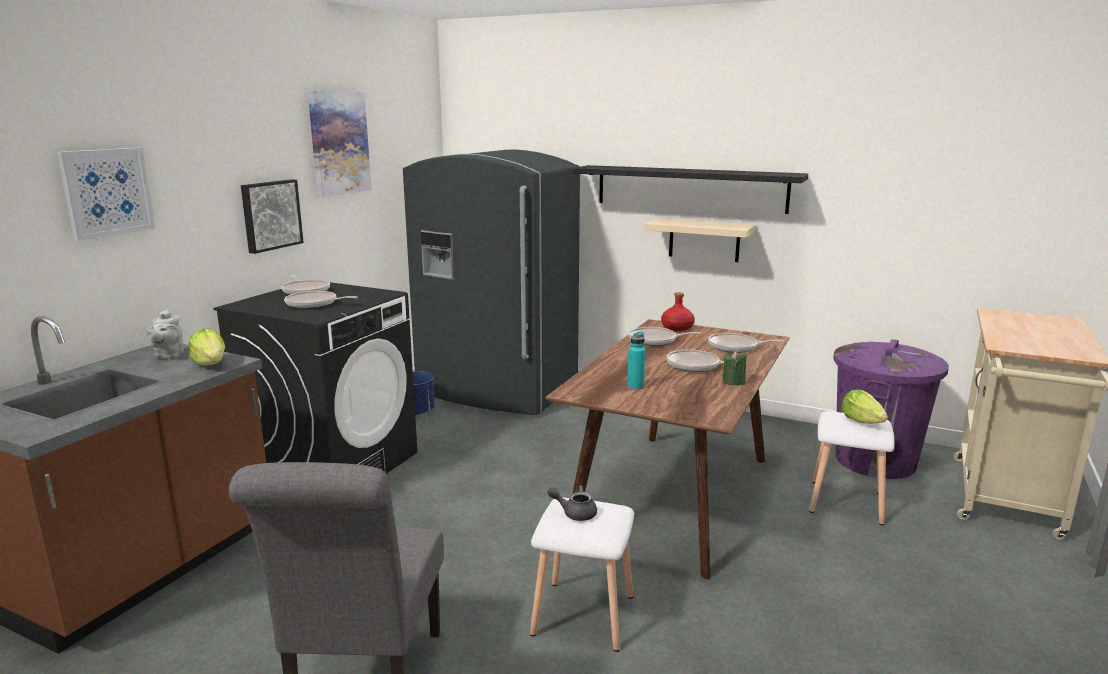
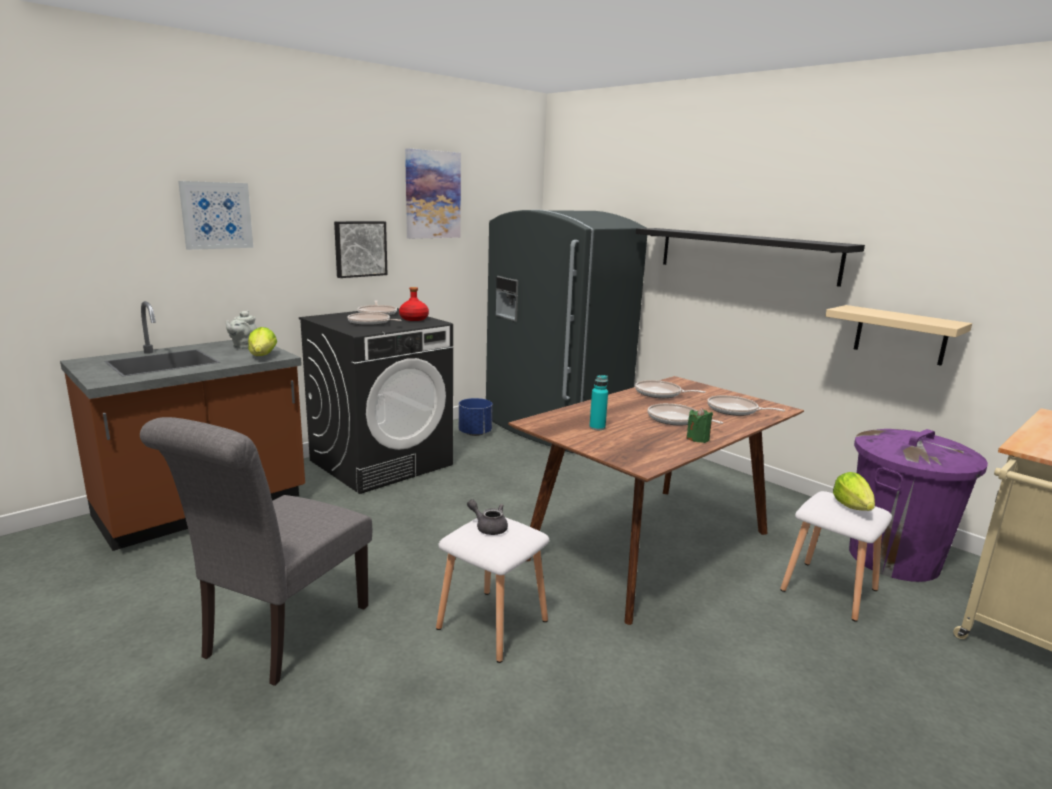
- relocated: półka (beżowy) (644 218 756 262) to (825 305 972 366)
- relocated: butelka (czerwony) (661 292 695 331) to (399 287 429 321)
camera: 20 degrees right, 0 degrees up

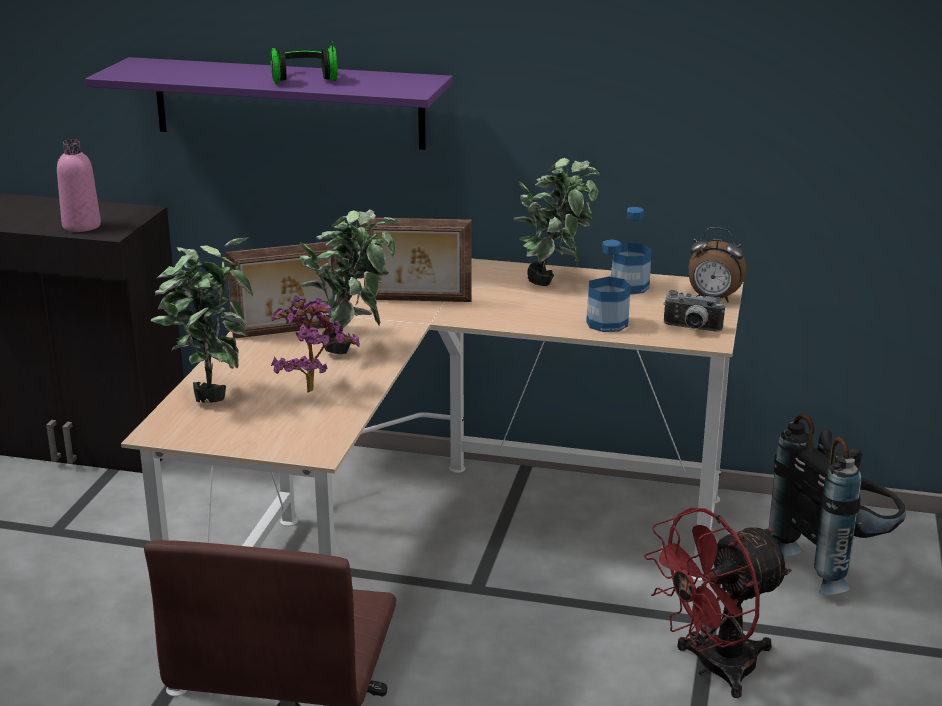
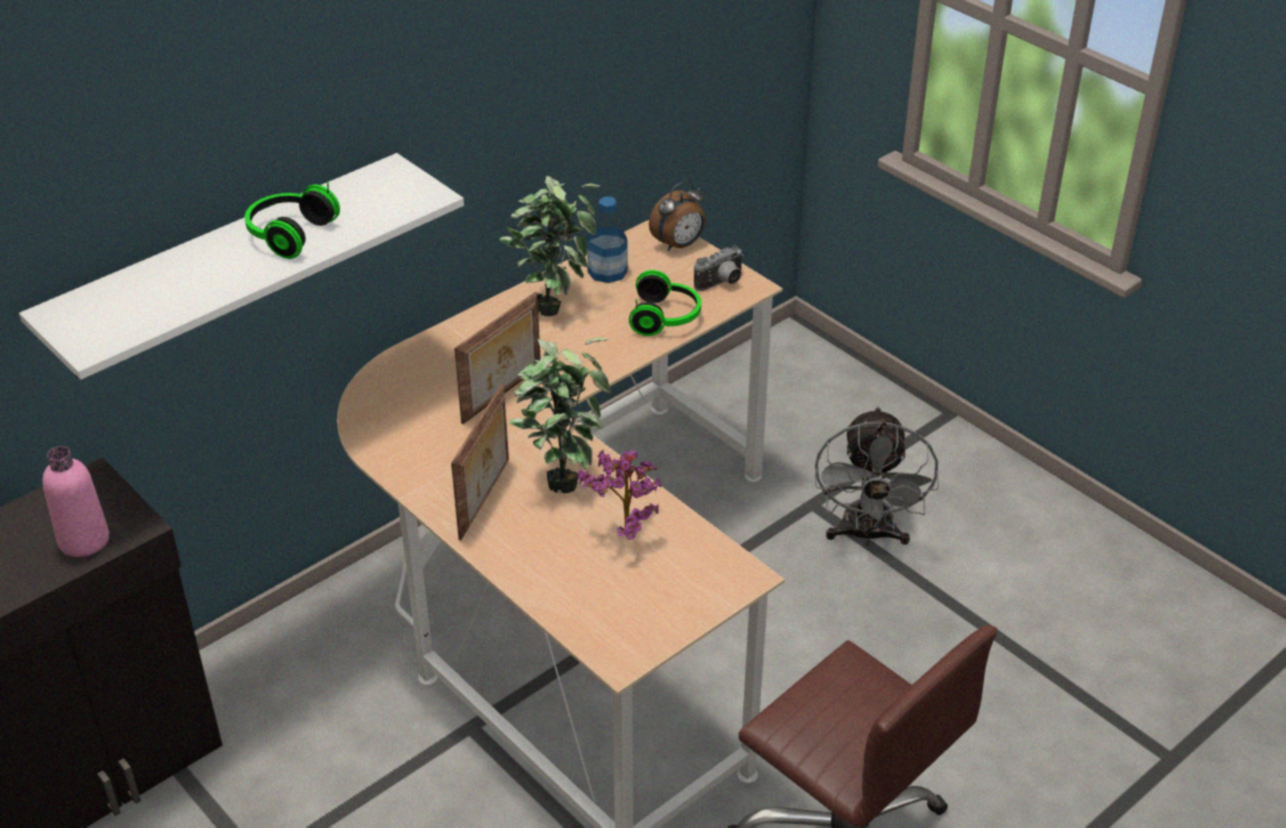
- colour: półka (fioletowy) (85 57 453 150) to półka (biały) (19 153 464 380)
- missing: roślina doniczkowa (151 237 253 403)
- exchanged: butelka (586 240 631 332) to słuchawki (629 270 701 336)
- colour: wentylator (czerwony) (644 507 792 698) to wentylator (szary) (815 406 939 546)
- missing: plecak (czarny) (769 414 906 595)
camera: 55 degrees left, 15 degrees up

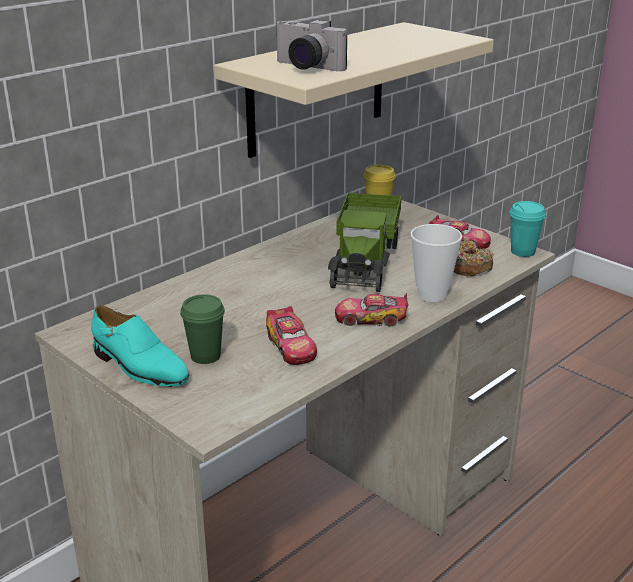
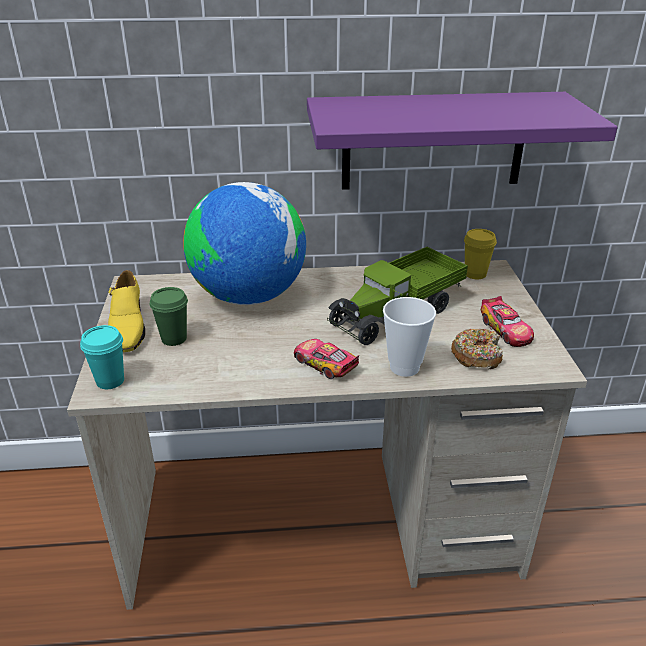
- colour: but (turkusowy) (91 305 189 387) to but (żółty) (108 270 145 352)
- colour: półka (beżowy) (214 22 494 158) to półka (fioletowy) (307 92 618 190)
- missing: samochodzik (266 306 317 365)
- missing: aparat fotograficzny (275 20 347 71)
- relocated: filiżanka (turkusowy) (509 201 546 257) to (80 325 124 389)
- appeared: globus (183 182 306 305)
camera: 40 degrees right, 5 degrees up

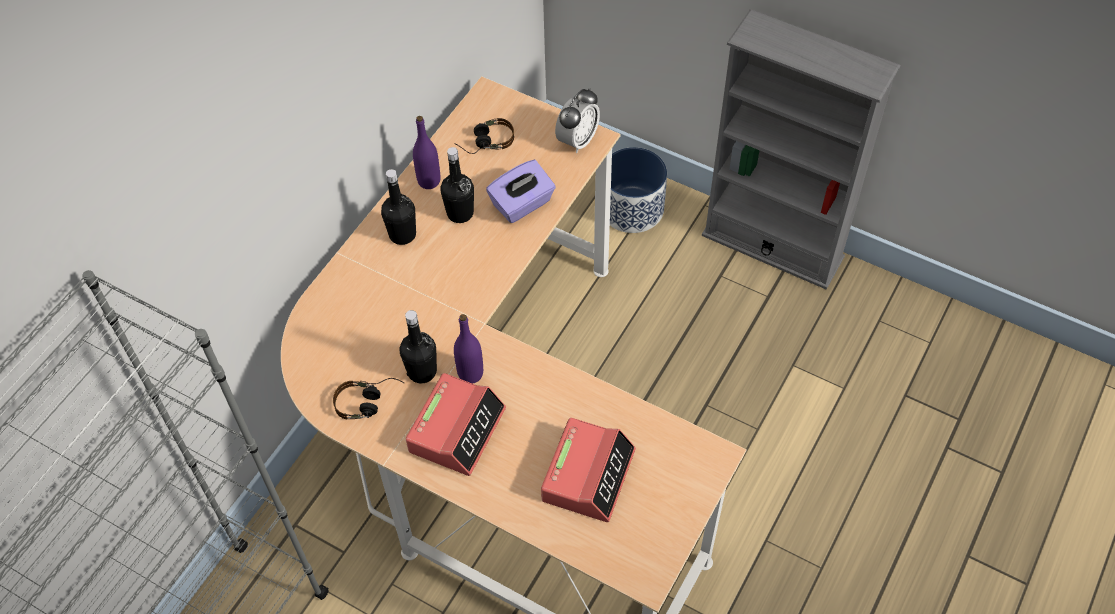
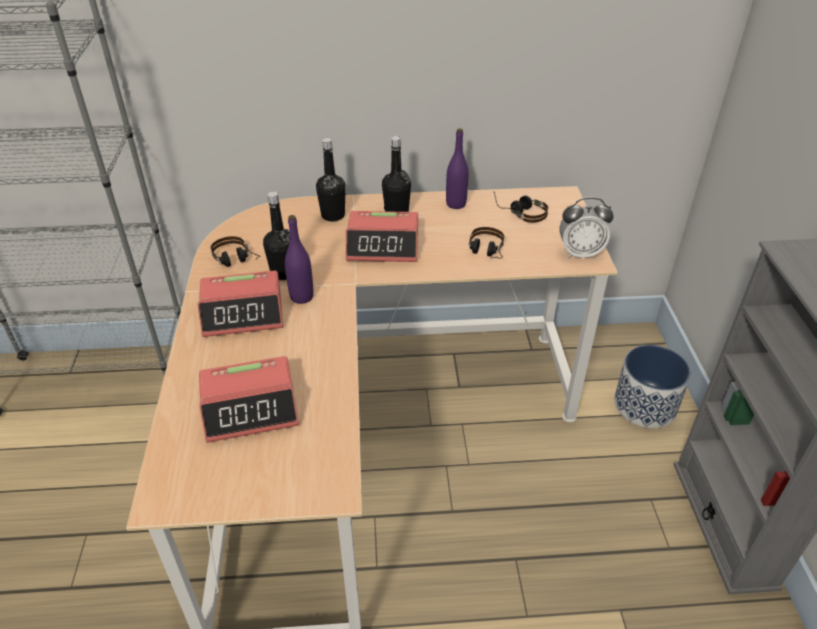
- relocated: butelka (czarny) (440 147 474 223) to (316 138 346 221)
- exchanged: pudełko chusteczek (fioletowy) (486 160 556 223) to słuchawki (469 227 504 258)
- appeared: budzik (346 211 418 262)
camera: 55 degrees right, 15 degrees down

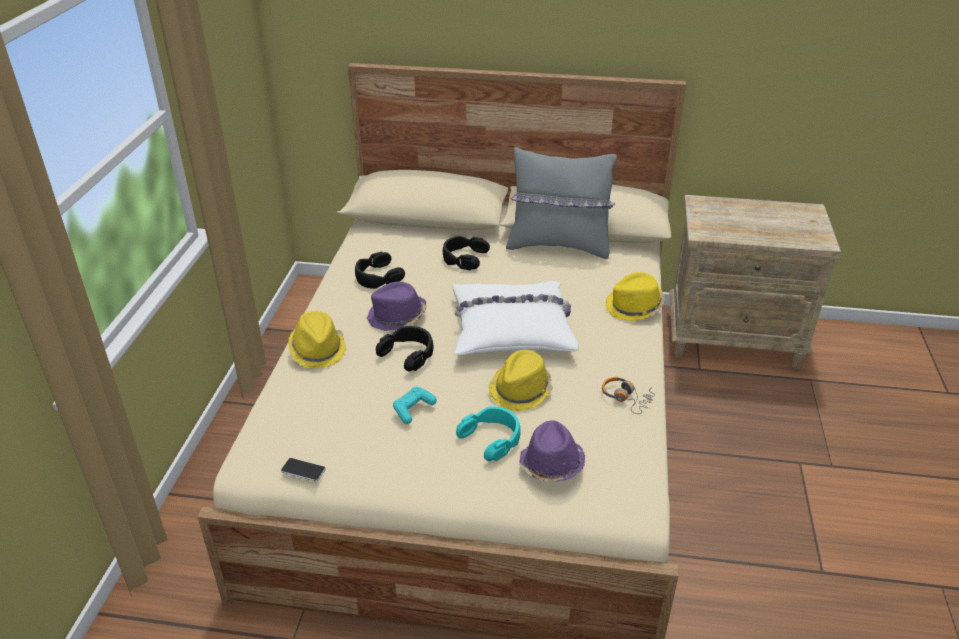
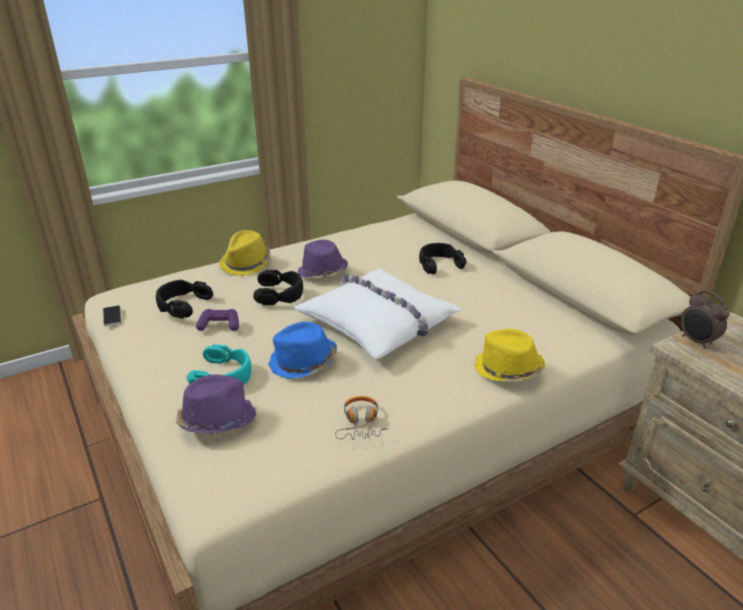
- relocated: słuchawki (czarny) (355 252 405 289) to (156 280 213 319)
- colour: pad do gier (turkusowy) (393 387 437 424) to pad do gier (fioletowy) (196 309 239 331)
- colour: kapelusz (żółty) (489 350 553 412) to kapelusz (niebieski) (268 322 337 379)
- missing: poduszka (szary) (506 147 617 259)
- appeared: budzik (680 290 730 349)
camera: 50 degrees right, 5 degrees down

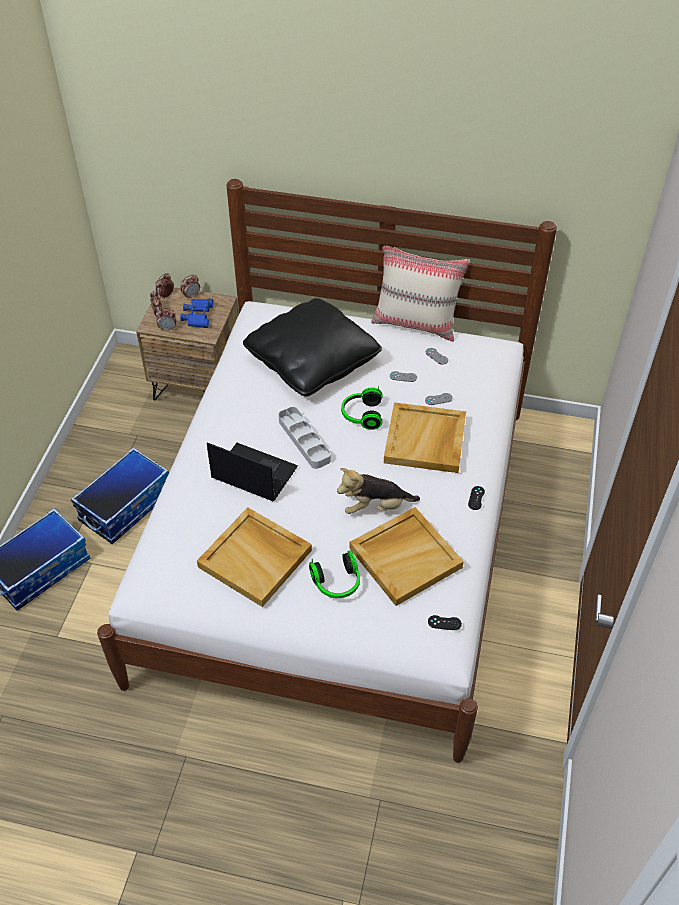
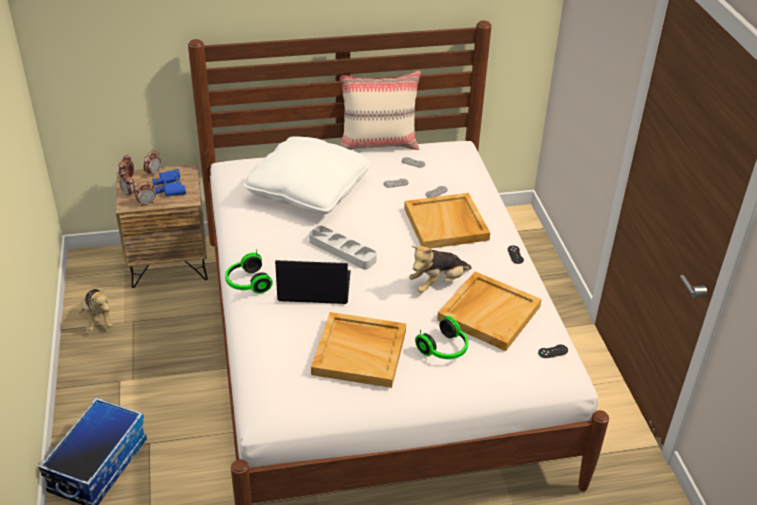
- missing: pojemnik do przechowywania (71 447 169 544)
- colour: poduszka (czarny) (243 298 382 397) to poduszka (biały) (243 137 372 214)
- relocated: słuchawki (341 386 383 430) to (225 249 273 293)
- appeared: pluszak (78 288 112 331)
camera: 25 degrees left, 10 degrees down

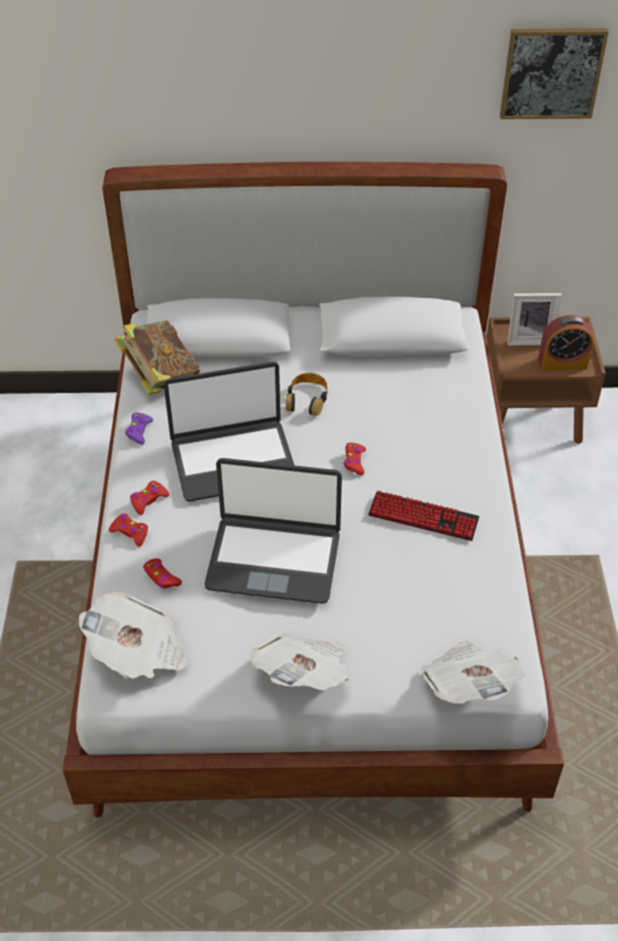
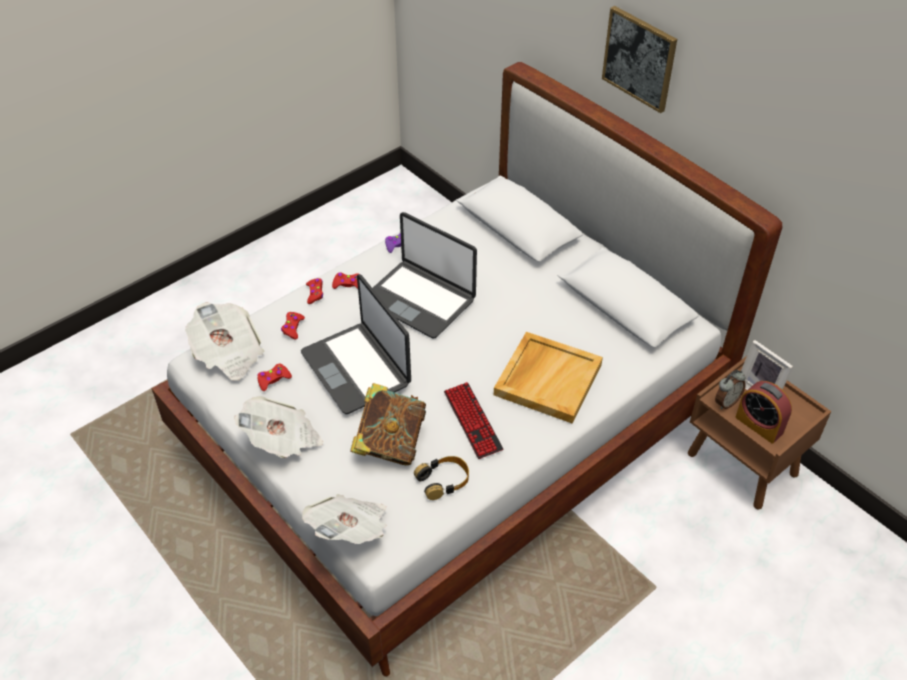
- relocated: książka (114 320 200 395) to (350 383 426 465)
- relocated: słuchawki (286 373 328 416) to (414 456 469 500)
- relocated: pad do gier (czerwony) (344 443 366 475) to (257 363 292 391)
- relocated: obraz (500 28 609 119) to (602 6 677 113)
- appeared: taca (beżowy) (494 332 603 424)
- appeared: budzik (715 370 746 409)
camera: 50 degrees right, 0 degrees up

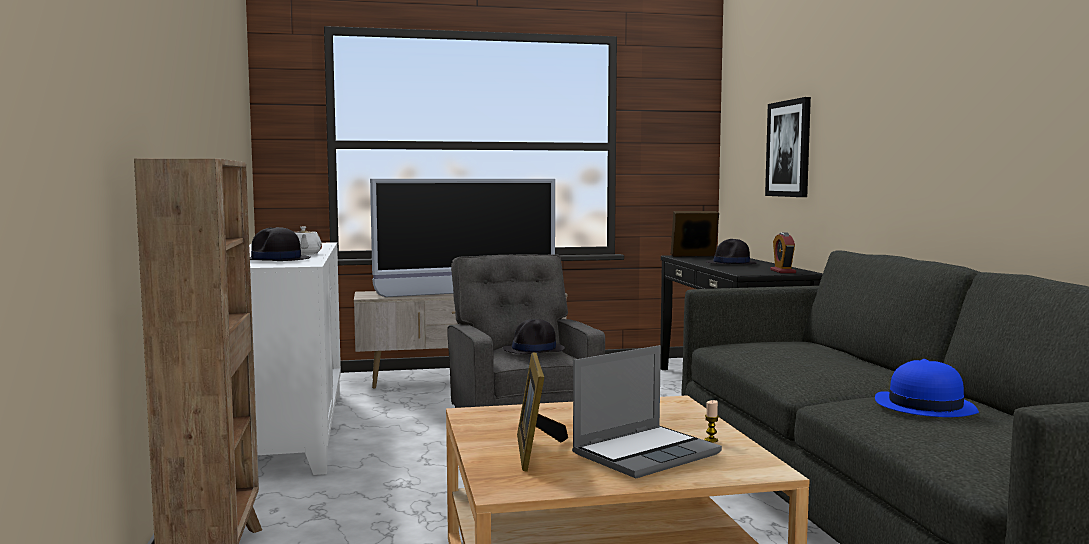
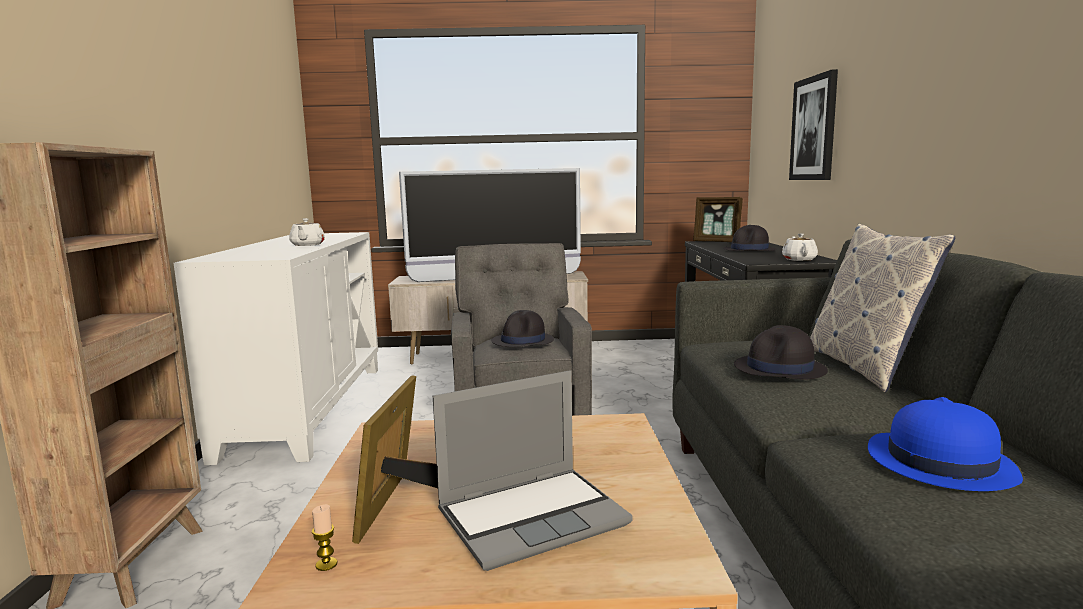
- relocated: kapelusz (czarny) (250 227 311 261) to (734 325 828 380)
- spun: ramka na zdjęcie (671 211 719 257) = (693 197 743 242) 150 degrees counterclockwise
- relocated: świeca (704 400 719 443) to (312 504 337 571)
- exchanged: budzik (770 233 796 273) to imbryk (biały) (782 234 818 261)
- appeared: poduszka (810 224 955 393)
camera: 10 degrees right, 5 degrees up

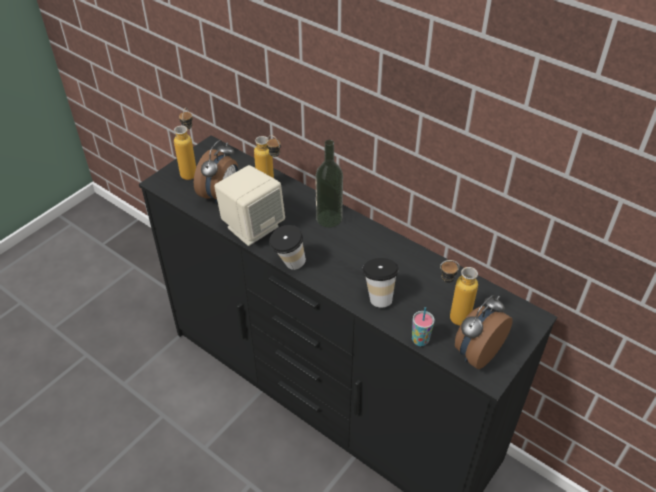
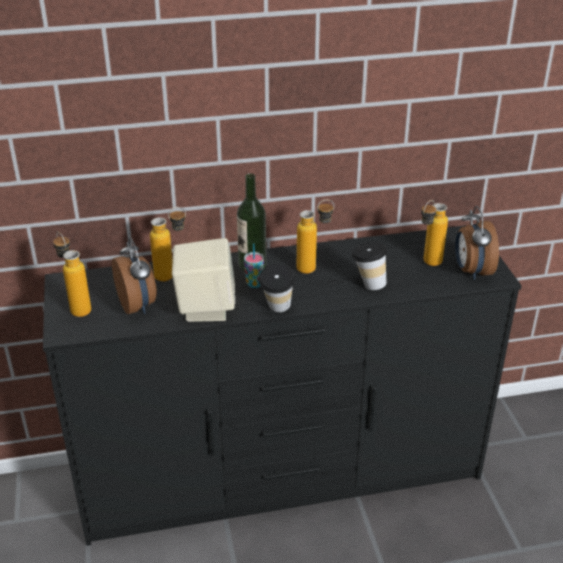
- relocated: filiżanka (412 307 435 346) to (244 243 264 288)
- appeared: butelka (297 199 334 274)
camera: 50 degrees left, 10 degrees down

